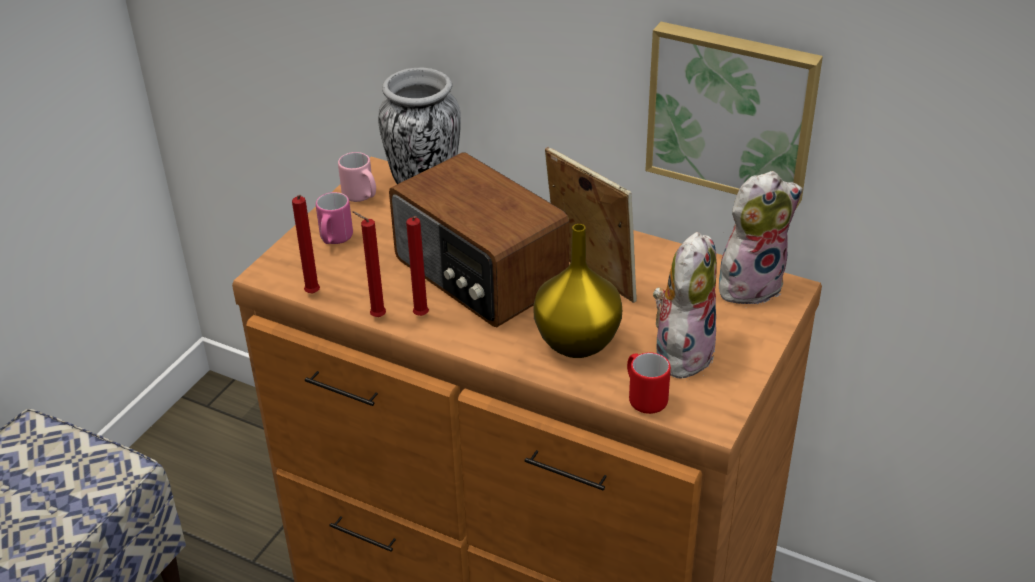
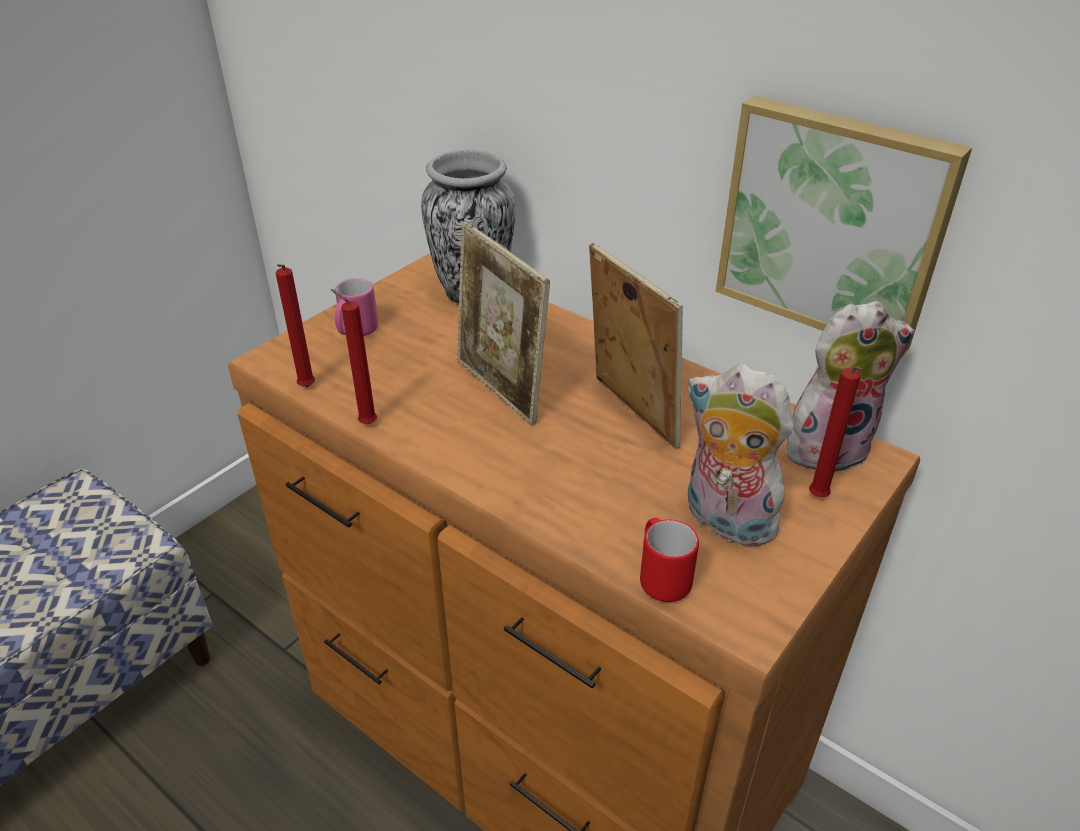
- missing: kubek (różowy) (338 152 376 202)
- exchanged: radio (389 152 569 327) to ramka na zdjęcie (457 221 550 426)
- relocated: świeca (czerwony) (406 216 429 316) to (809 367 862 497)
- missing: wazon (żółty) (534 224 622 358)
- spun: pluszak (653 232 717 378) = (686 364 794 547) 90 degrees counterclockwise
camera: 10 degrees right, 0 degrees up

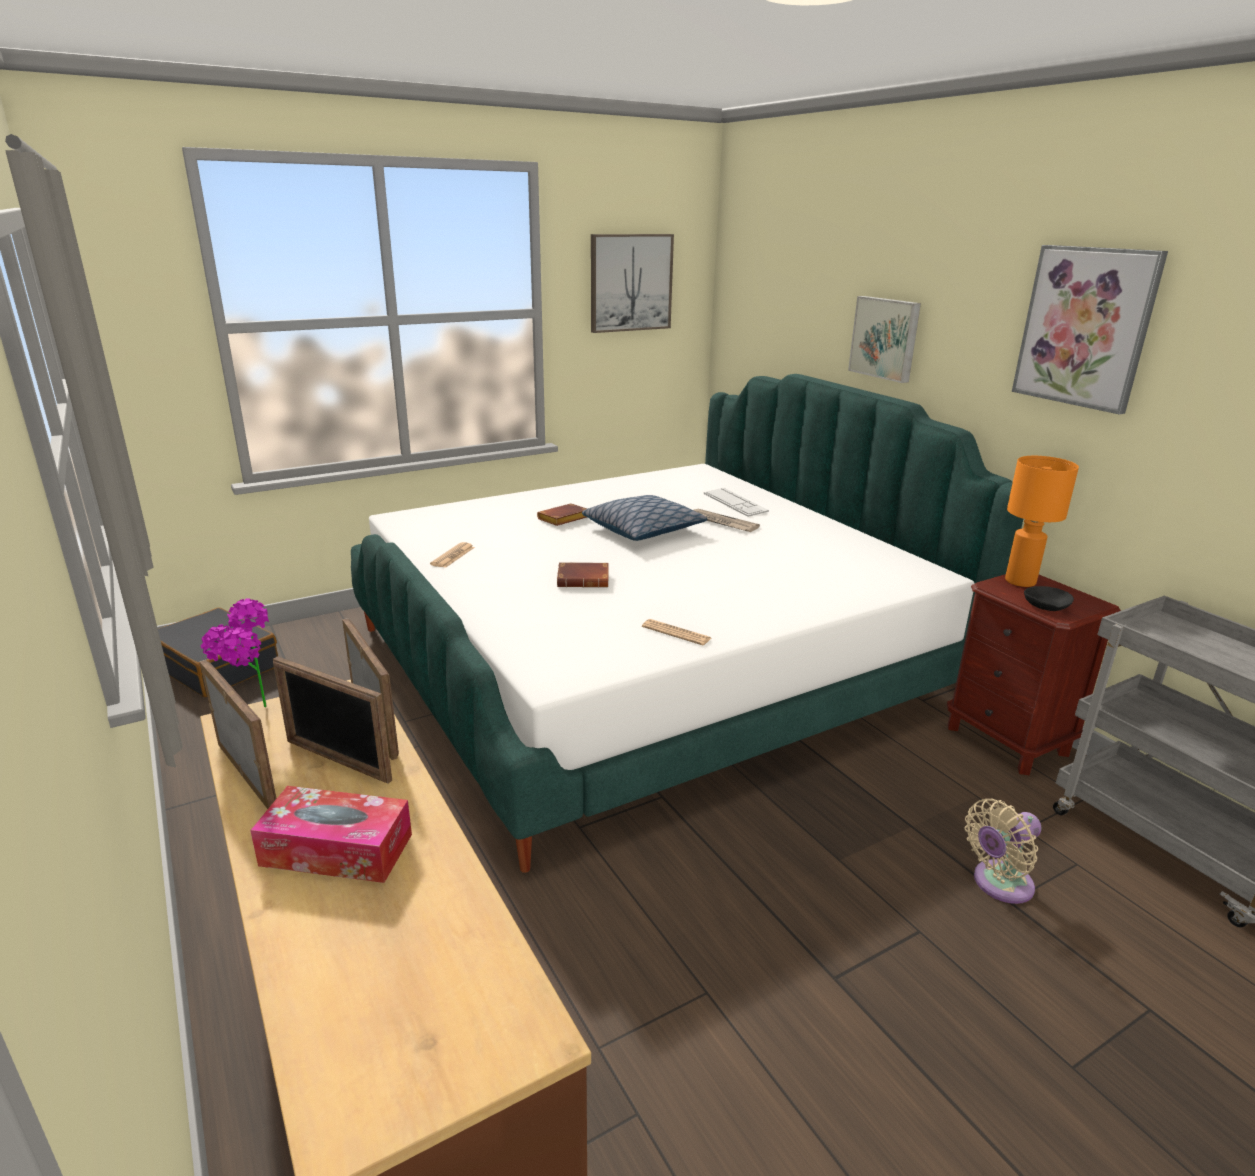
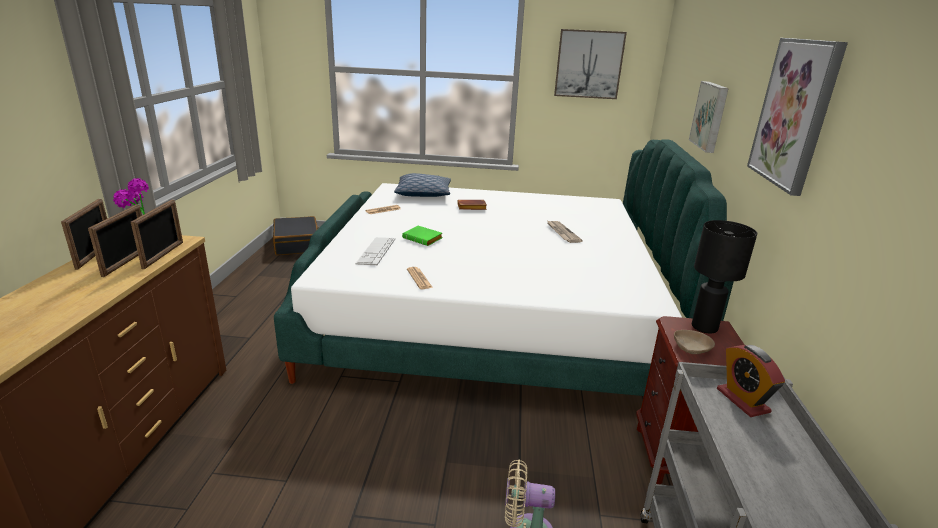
- missing: pudełko chusteczek (250 786 412 883)
- spun: ramka na zdjęcie (273 656 392 784) = (88 204 142 277) 150 degrees counterclockwise
- colour: książka (brązowy) (557 562 609 587) to książka (zielony) (402 226 443 246)
- relocated: poduszka (582 495 707 541) to (394 173 451 197)
- relocated: klawiatura (704 488 769 517) to (355 237 395 265)
- colour: lampa stołowa (pomarańczowy) (1005 456 1079 587) to lampa stołowa (czarny) (692 220 757 333)
- colour: miska (czarny) (1024 586 1074 611) to miska (beżowy) (674 330 715 354)
- appeared: budzik (717 345 785 417)
camera: 35 degrees right, 0 degrees up

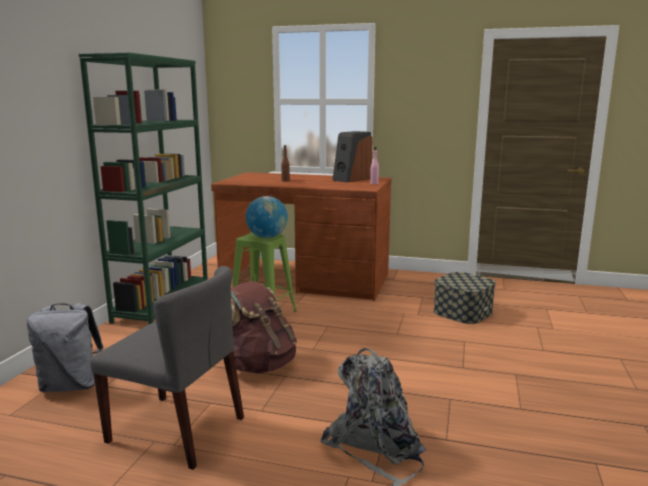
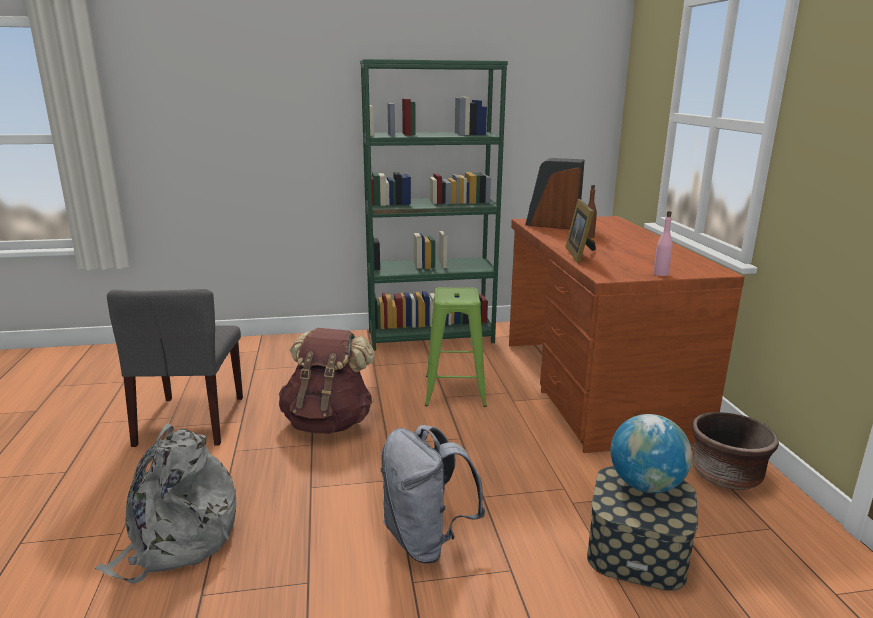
- relocated: plecak (szary) (27 303 103 392) to (381 425 485 563)
- relocated: globus (246 196 288 238) to (611 414 692 493)
- relocated: głośnik (333 131 373 182) to (525 158 585 229)
- appeared: ramka na zdjęcie (565 199 596 264)
- appeared: donica (brązowy) (692 412 779 490)
camera: 65 degrees right, 5 degrees up

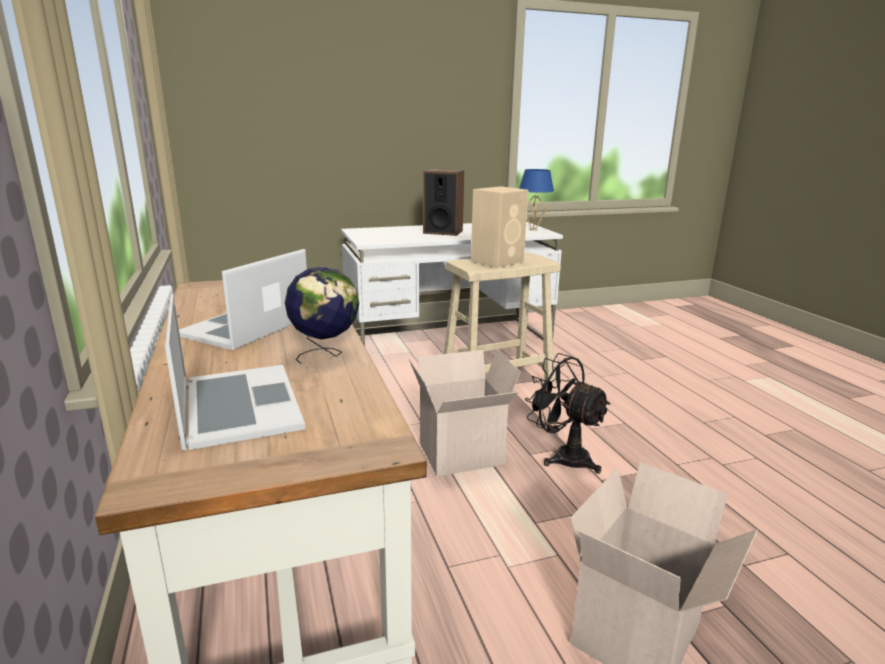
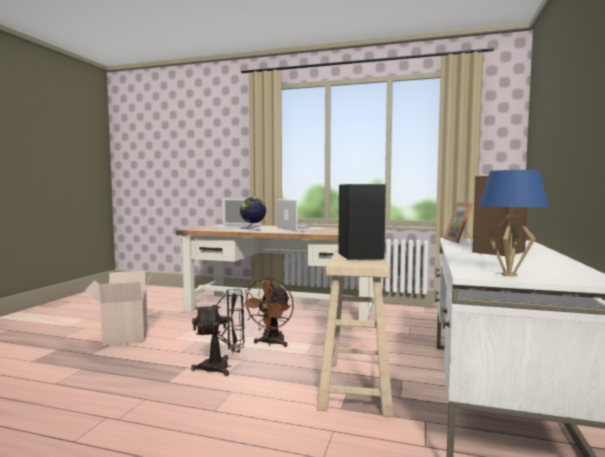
- exchanged: karton (409 350 521 476) to wentylator (brązowy) (243 278 294 347)
- colour: głośnik (beżowy) (471 186 528 268) to głośnik (czarny) (338 184 386 260)
- appeared: ramka na zdjęcie (444 202 473 243)
camera: 125 degrees right, 15 degrees down

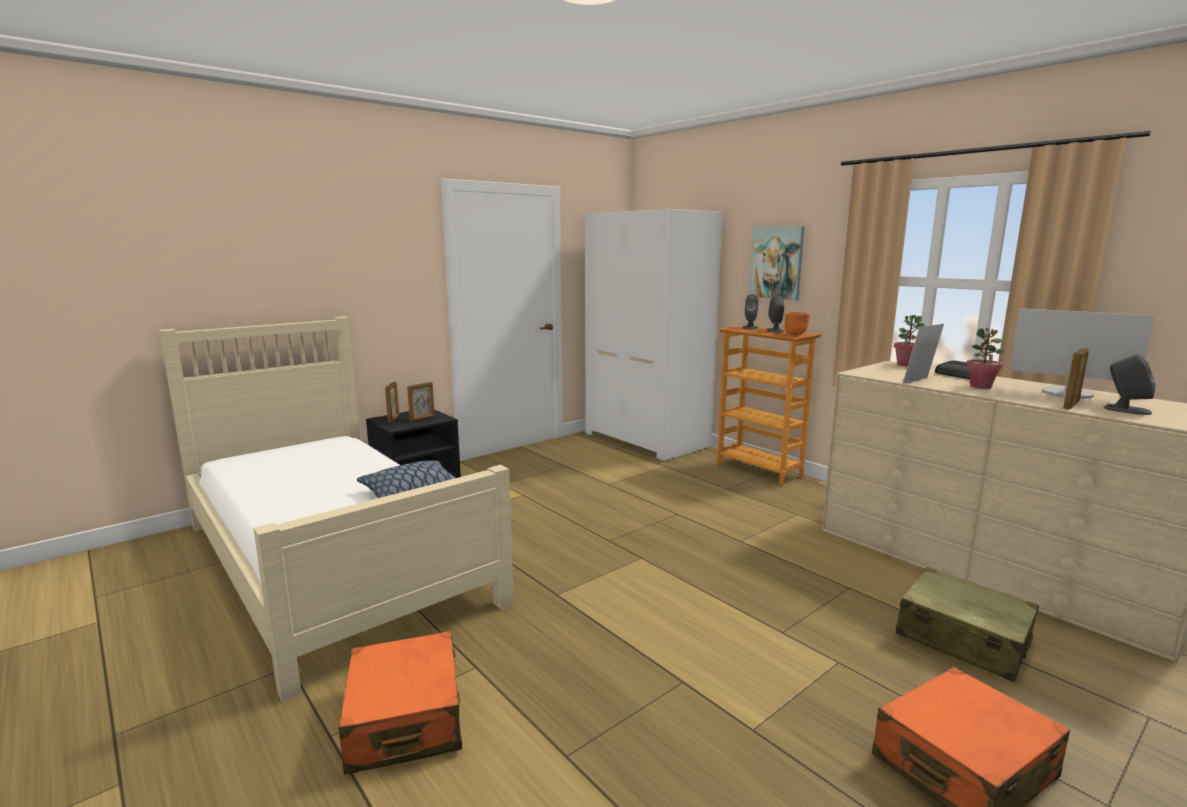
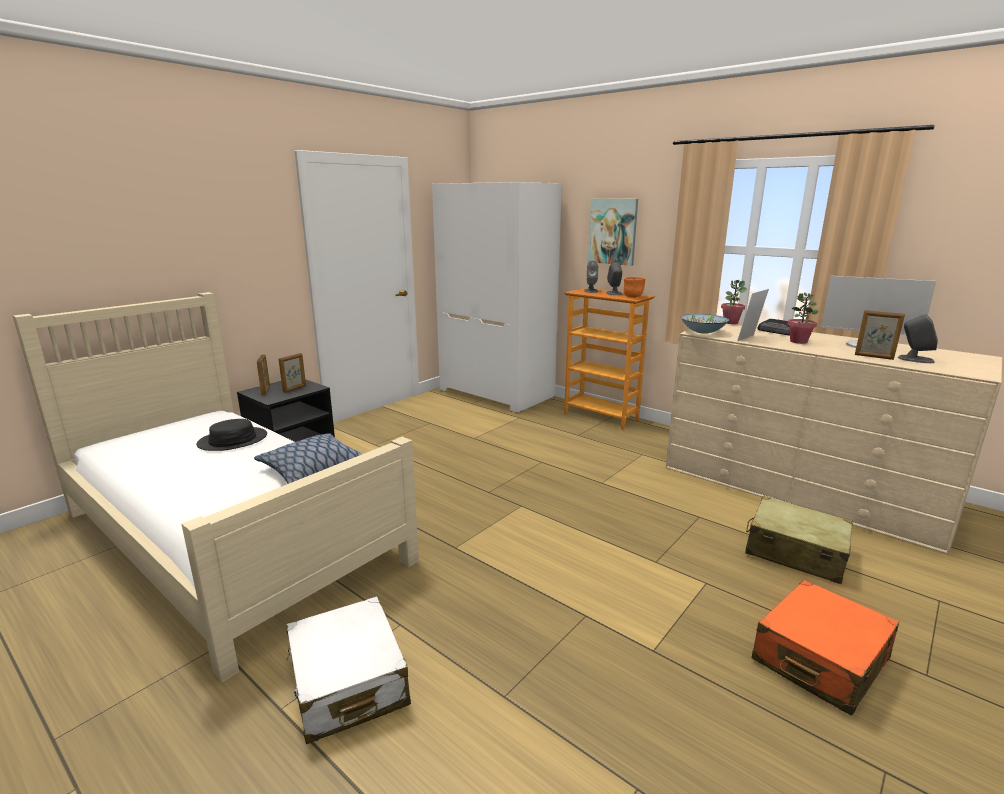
- colour: walizka (pomarańczowy) (339 631 462 775) to walizka (biały) (286 597 411 744)
- spun: ramka na zdjęcie (1063 348 1089 409) = (855 310 905 360) 90 degrees clockwise
- appeared: kapelusz (czarny) (196 419 267 451)
- appeared: miska (681 314 729 334)
camera: 10 degrees left, 5 degrees up

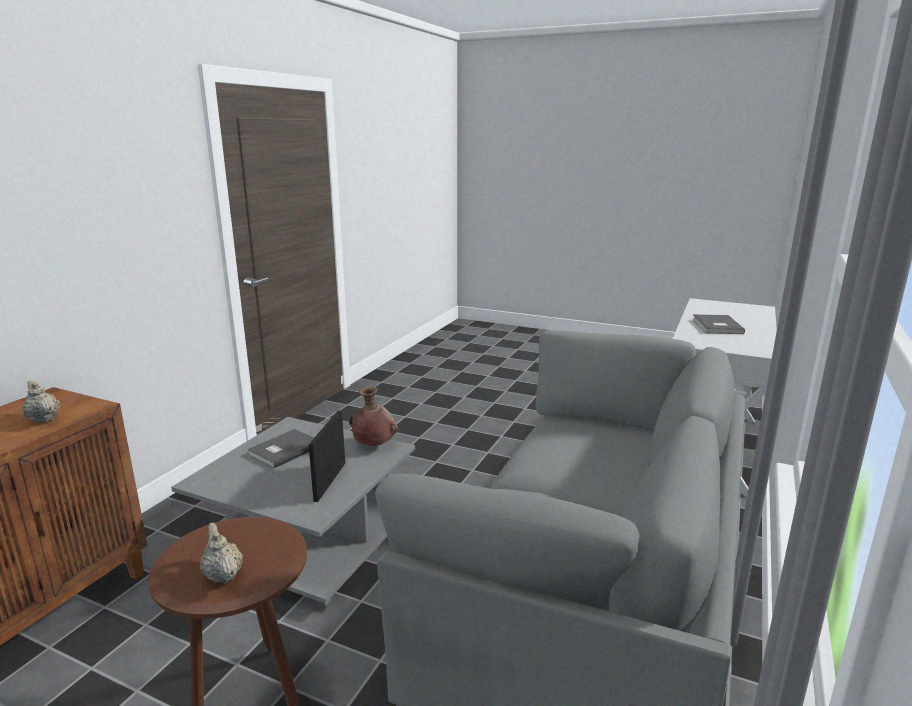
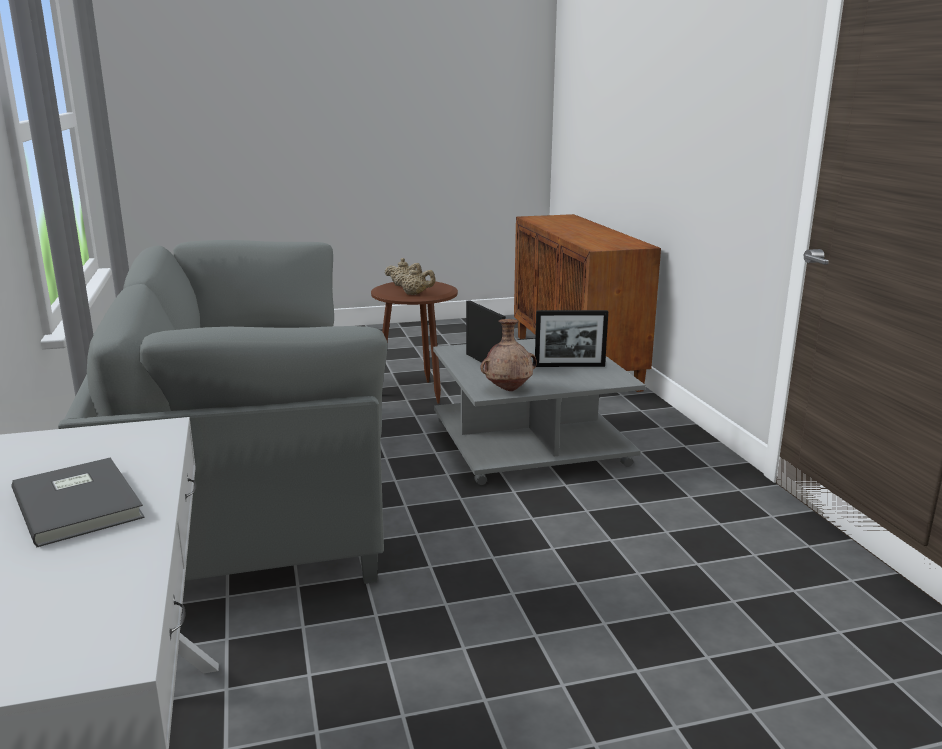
- relocated: imbryk (beżowy) (22 381 60 423) to (394 266 436 295)
- exchanged: książka (szary) (247 429 314 468) to ramka na zdjęcie (535 310 608 367)
camera: 140 degrees right, 0 degrees up

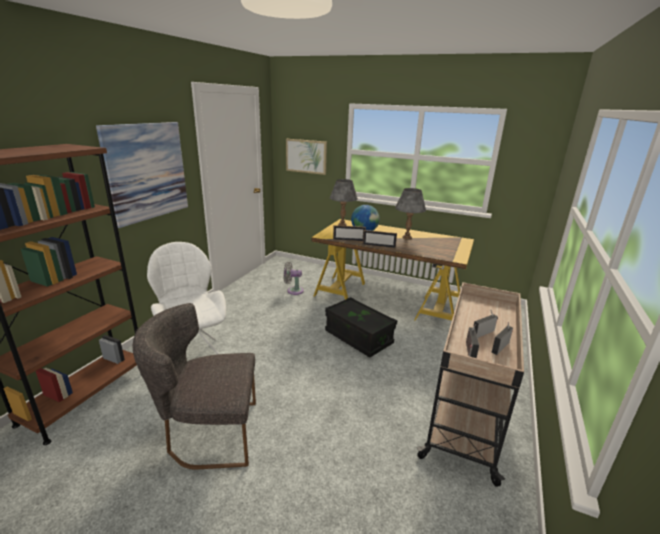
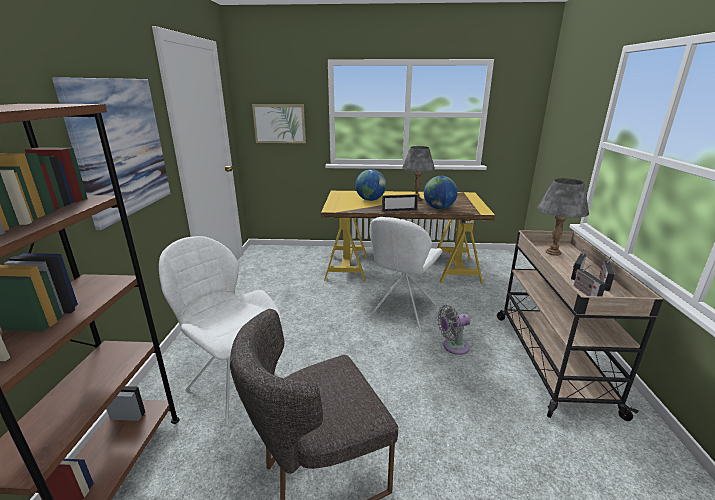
- relocated: wentylator (szary) (283 262 304 295) to (438 305 471 355)
- exchanged: pojemnik do przechowywania (czarny) (325 297 397 357) to krzesło (biały) (369 217 442 331)
- relocated: lampa stołowa (szary) (330 179 358 226) to (537 178 589 256)
- missing: ramka na zdjęcie (333 225 366 241)
- appeared: globus (424 176 458 209)
camera: 20 degrees left, 0 degrees up

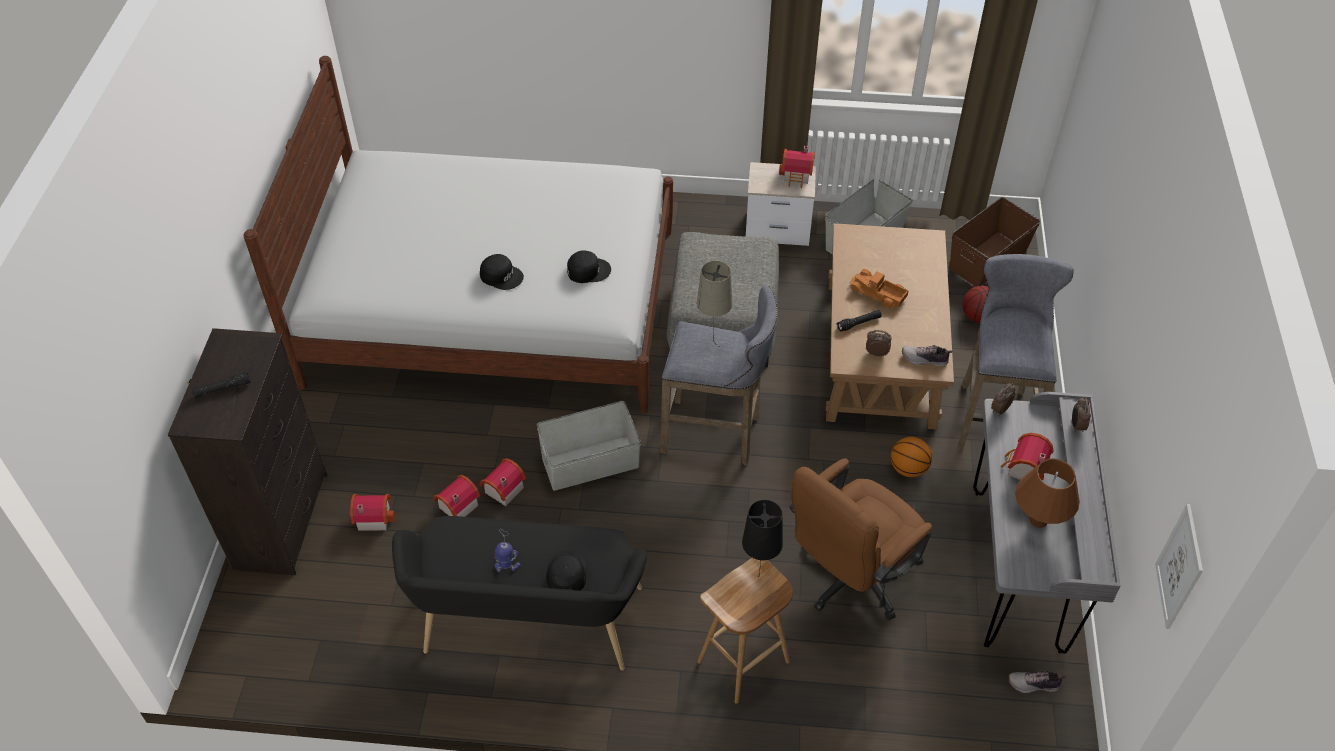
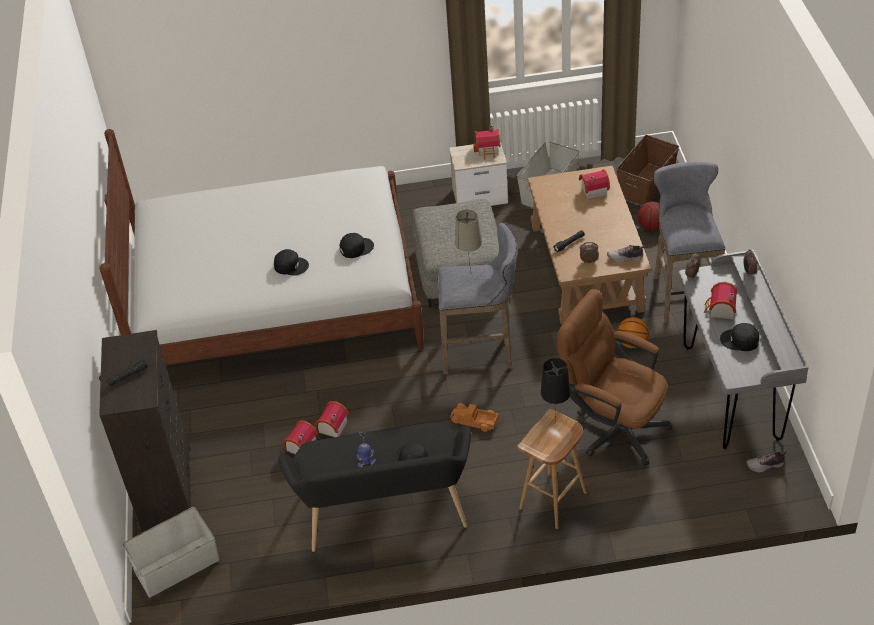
- relocated: domek (350 494 395 531) to (579 169 610 200)
- relocated: pojemnik do przechowywania (szary) (537 401 641 491) to (123 507 220 597)
- spun: krzesło biurowe (brązowy) (789 458 932 620) = (557 289 673 466) 90 degrees clockwise
- relocated: ciężarówka zabawkowa (849 269 909 308) to (450 403 499 432)
- exchanged: lampa stołowa (brązowy) (1015 459 1080 528) to czapka z daszkiem (czarny) (720 323 759 351)
- missing: obraz (1155 504 1203 629)
camera: 10 degrees left, 5 degrees down

